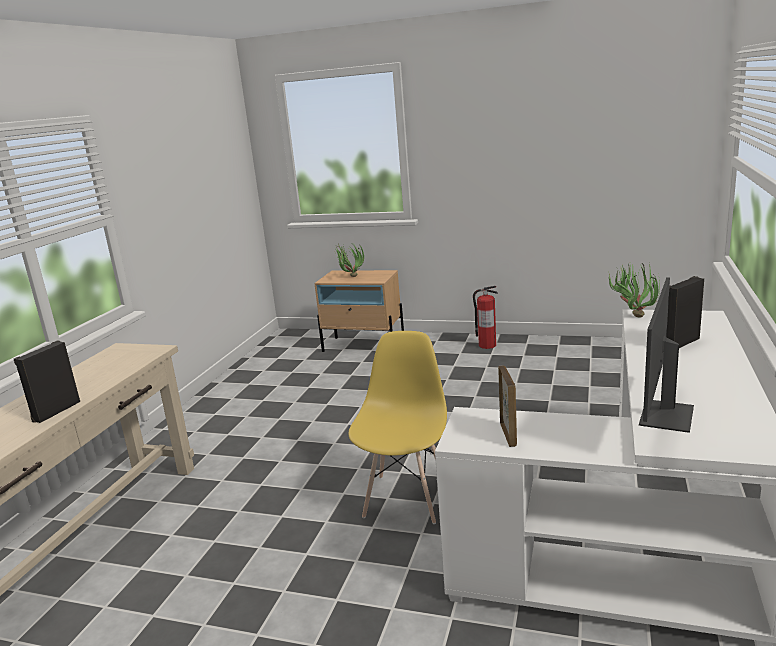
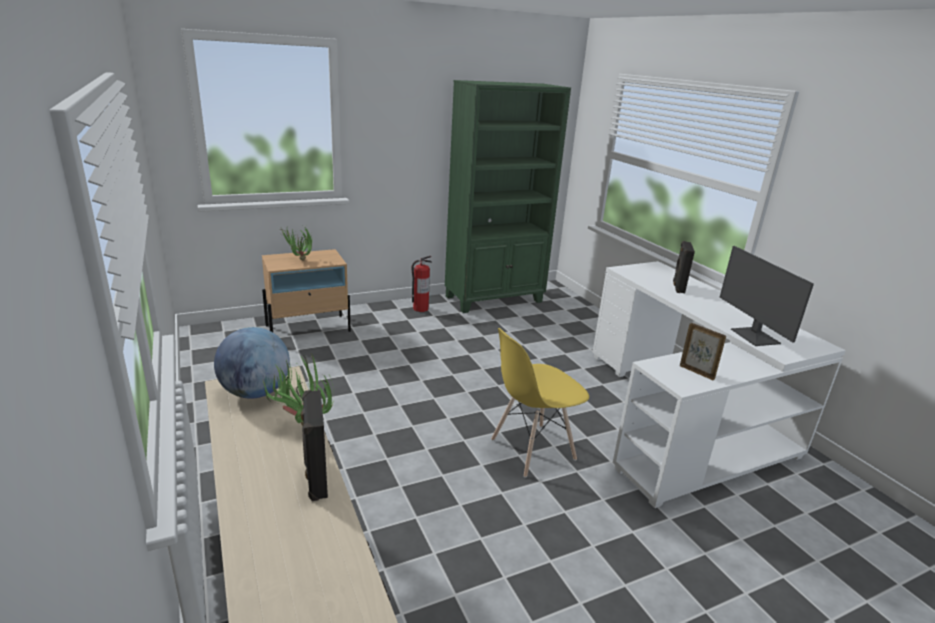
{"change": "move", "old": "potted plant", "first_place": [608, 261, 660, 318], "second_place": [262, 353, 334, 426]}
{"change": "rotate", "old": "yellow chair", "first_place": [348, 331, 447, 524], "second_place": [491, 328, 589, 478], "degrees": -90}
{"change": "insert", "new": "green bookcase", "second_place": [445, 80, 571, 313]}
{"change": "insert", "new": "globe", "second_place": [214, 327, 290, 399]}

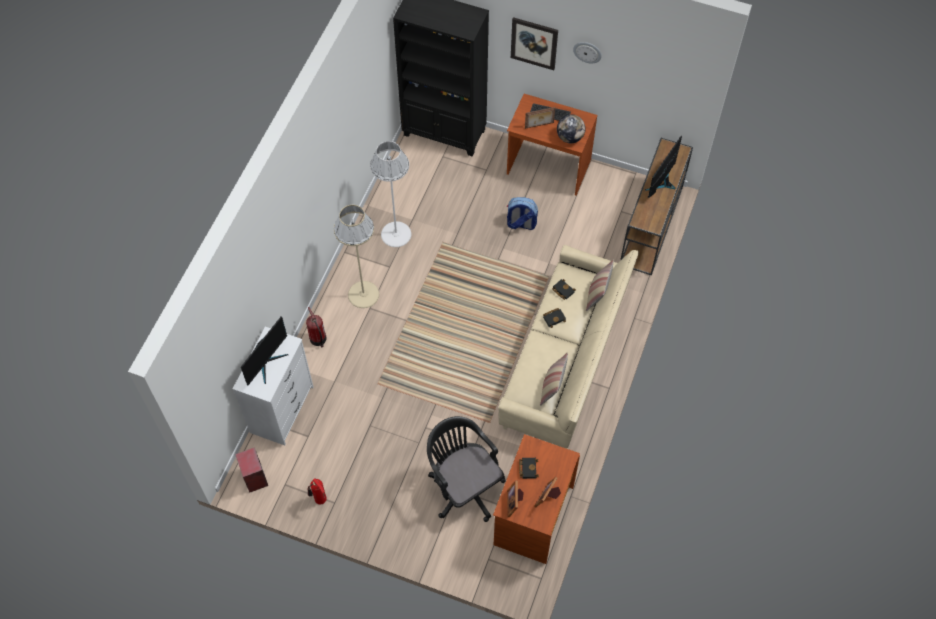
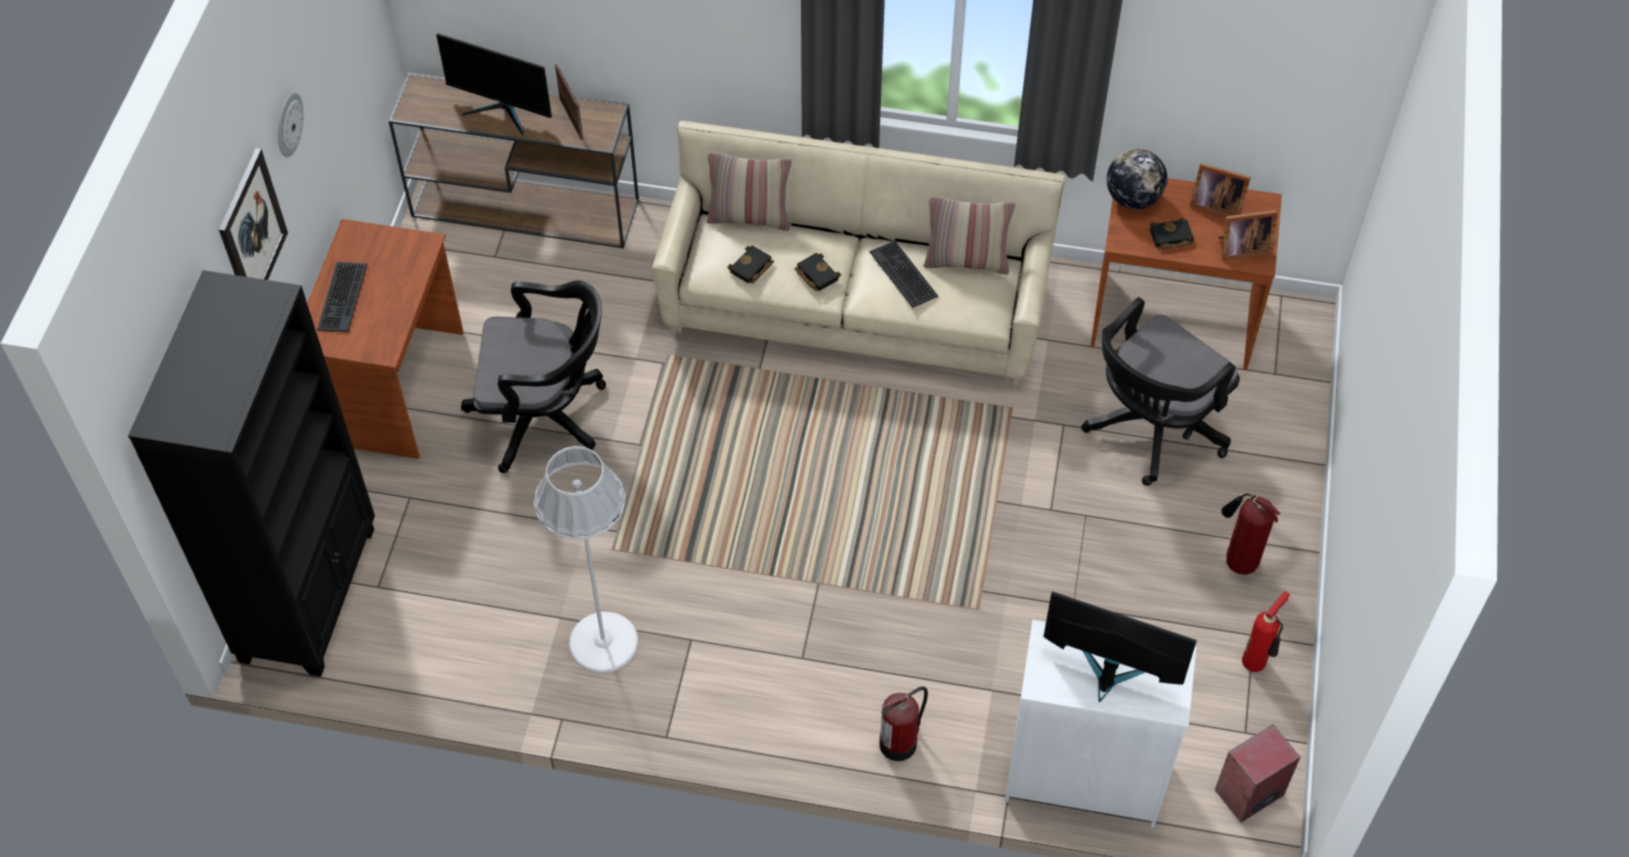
{"change": "move", "old": "picture frame", "first_place": [525, 107, 555, 129], "second_place": [555, 64, 583, 141]}
{"change": "move", "old": "globe", "first_place": [557, 114, 585, 143], "second_place": [1107, 149, 1167, 209]}
{"change": "replace", "old": "backpack", "new": "black office chair", "first_place": [507, 197, 538, 230], "second_place": [461, 281, 606, 473]}
{"change": "delete", "old": "beige floor lamp", "first_place": [334, 205, 379, 308]}
{"change": "insert", "new": "keyboard", "second_place": [870, 241, 938, 308]}
{"change": "insert", "new": "fire extinguisher", "second_place": [1221, 494, 1280, 575]}

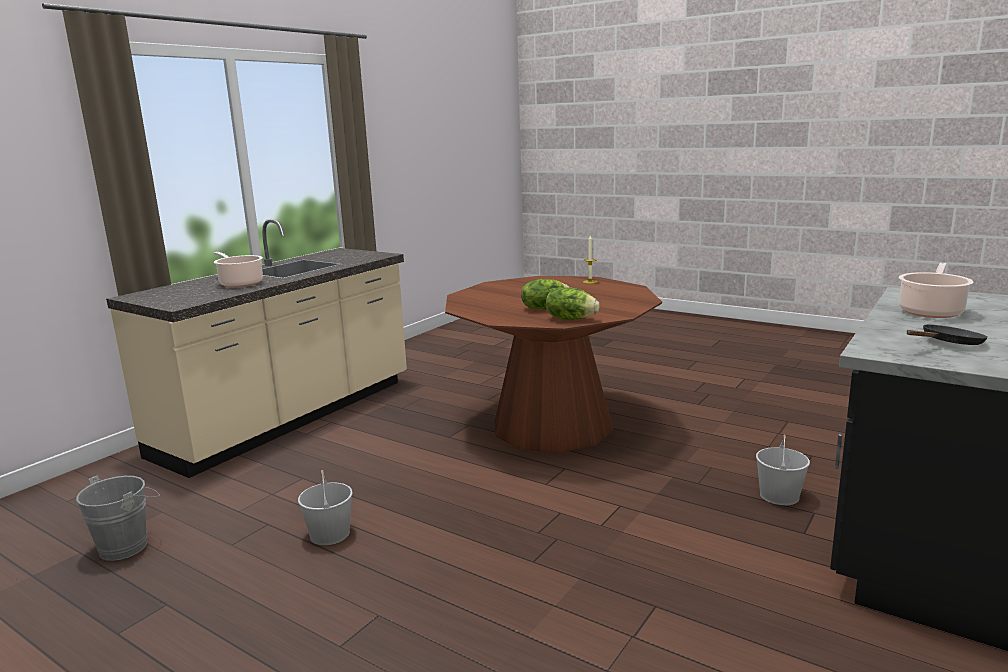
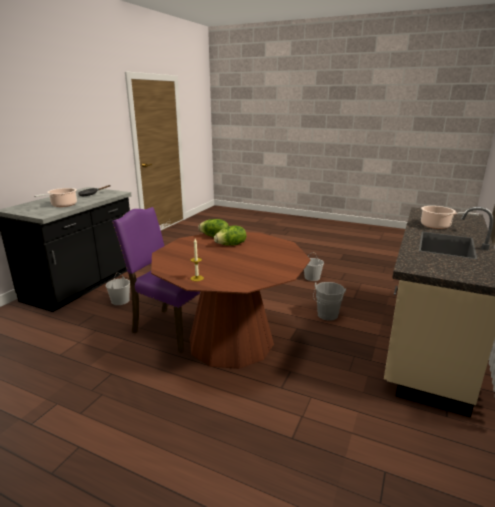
{"change": "move", "old": "grey bucket", "first_place": [76, 475, 160, 561], "second_place": [313, 282, 346, 321]}
{"change": "insert", "new": "purple chair", "second_place": [112, 207, 200, 353]}

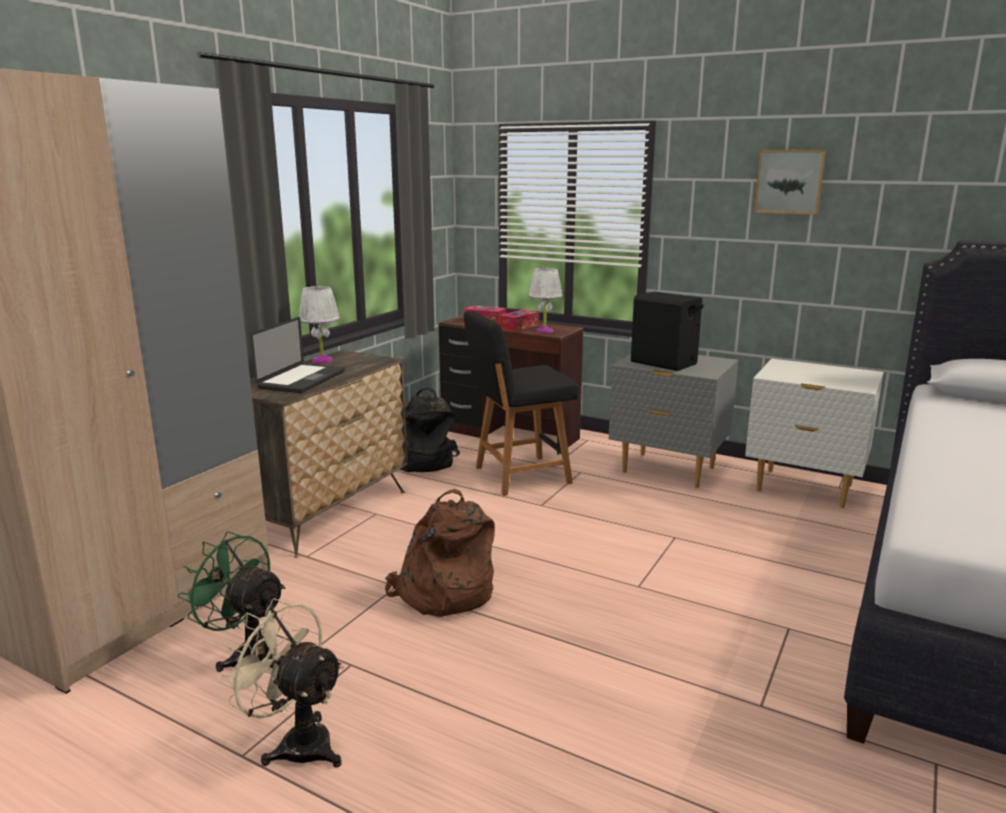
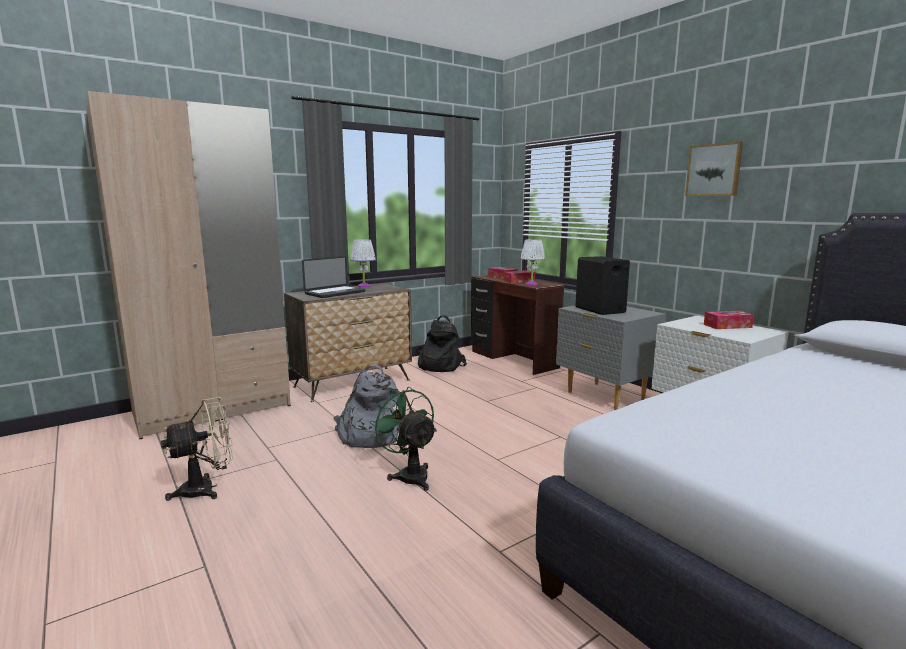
{"change": "delete", "old": "black chair", "first_place": [464, 311, 578, 496]}
{"change": "recolor", "old": "brown backpack", "new": "grey backpack", "first_place": [385, 489, 495, 617], "second_place": [333, 364, 400, 448]}
{"change": "move", "old": "green fan", "first_place": [178, 531, 285, 672], "second_place": [370, 387, 437, 491]}
{"change": "rotate", "old": "beige fan", "first_place": [217, 598, 344, 768], "second_place": [161, 397, 233, 501], "degrees": 90}
{"change": "insert", "new": "tissue box", "second_place": [704, 311, 754, 329]}

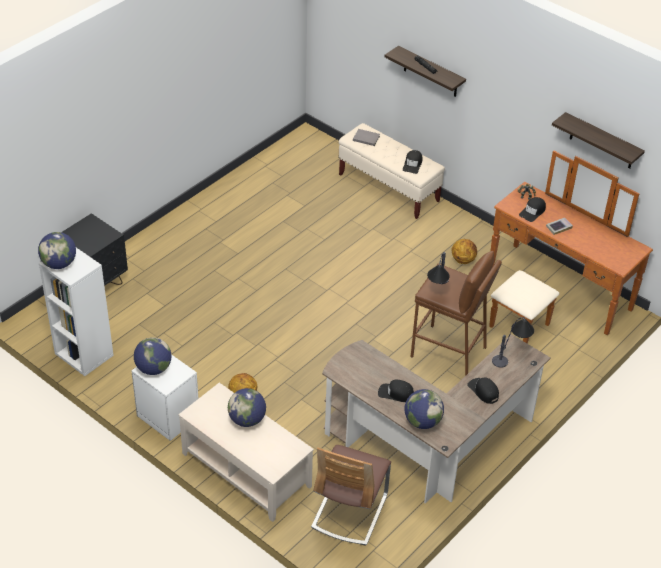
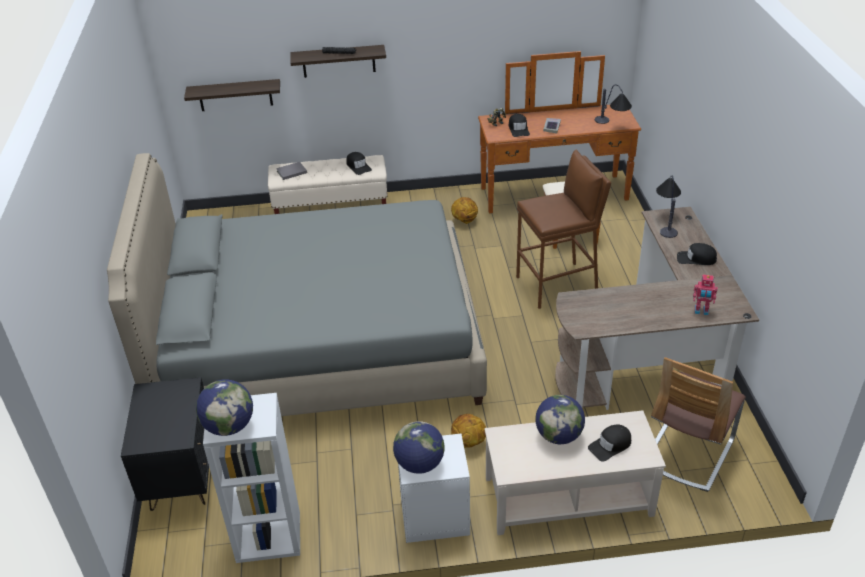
{"change": "move", "old": "shelf", "first_place": [552, 112, 645, 169], "second_place": [184, 79, 280, 111]}
{"change": "move", "old": "table lamp", "first_place": [427, 252, 450, 284], "second_place": [595, 84, 632, 124]}
{"change": "move", "old": "black cap", "first_place": [378, 380, 414, 402], "second_place": [588, 425, 631, 462]}
{"change": "replace", "old": "globe", "new": "toy robot", "first_place": [405, 389, 444, 429], "second_place": [693, 275, 718, 315]}
{"change": "rotate", "old": "chair", "first_place": [311, 445, 391, 545], "second_place": [651, 357, 746, 492], "degrees": 60}
{"change": "insert", "new": "grey bed", "second_place": [107, 153, 487, 416]}

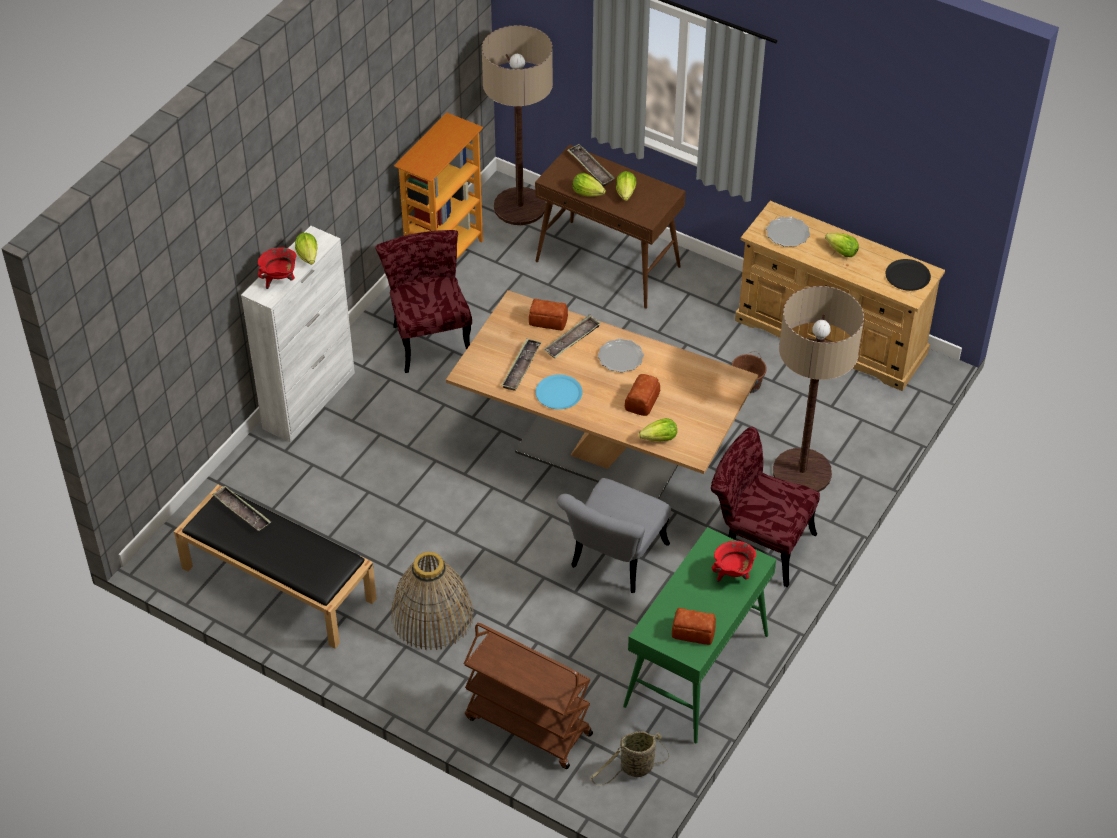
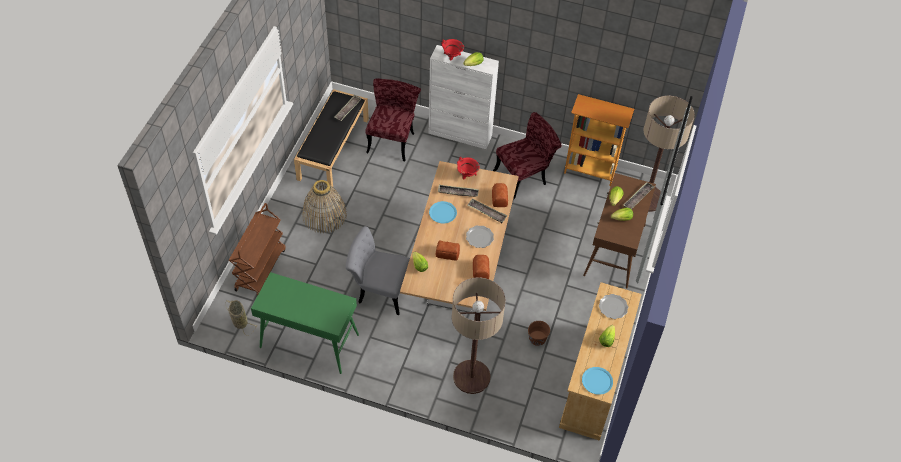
{"change": "recolor", "old": "black plate", "new": "blue plate", "first_place": [886, 259, 931, 291], "second_place": [582, 367, 613, 395]}
{"change": "move", "old": "red chair", "first_place": [711, 427, 820, 587], "second_place": [365, 79, 421, 161]}
{"change": "move", "old": "red cooking pot", "first_place": [712, 540, 756, 582], "second_place": [457, 157, 480, 179]}
{"change": "move", "old": "bread", "first_place": [672, 608, 716, 645], "second_place": [473, 255, 490, 279]}

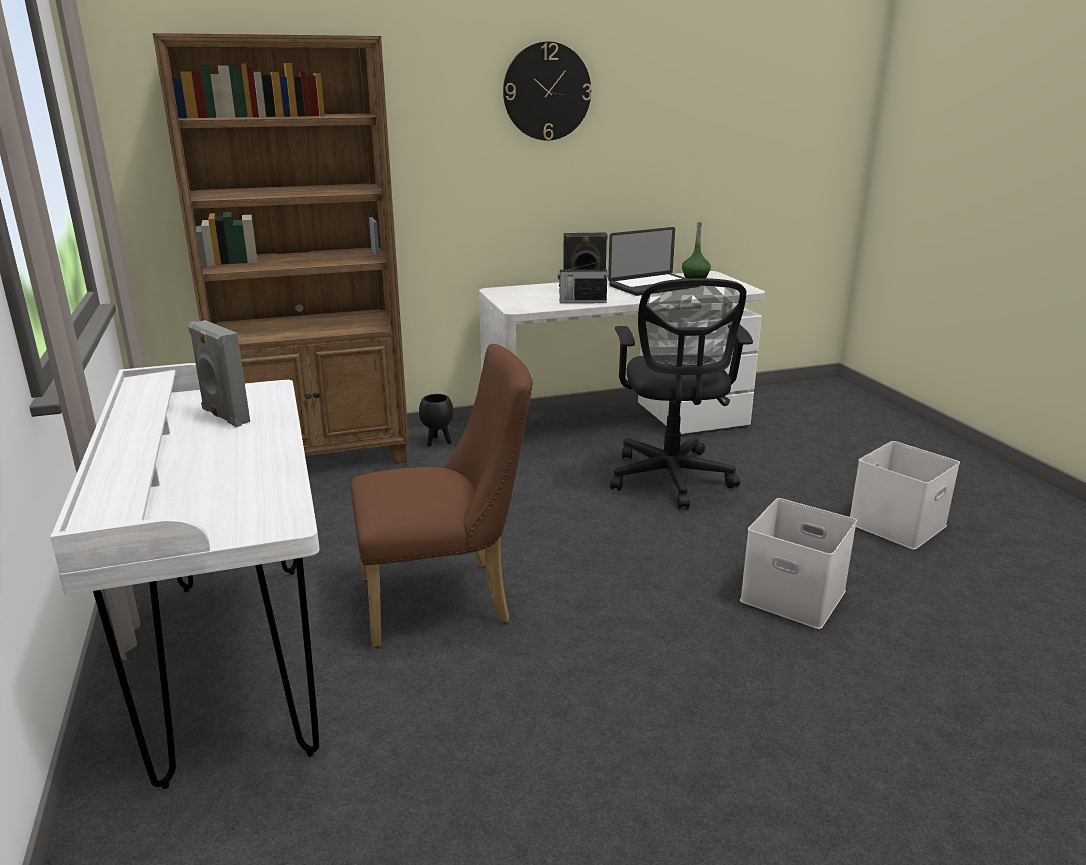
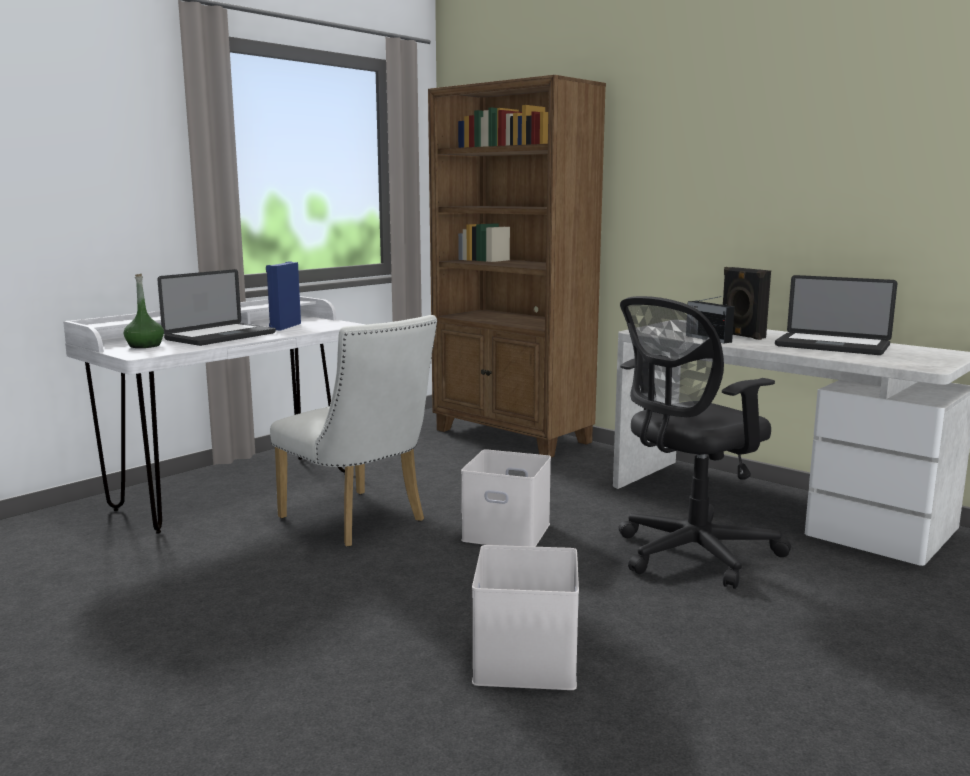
{"change": "delete", "old": "wall clock", "first_place": [503, 42, 592, 140]}
{"change": "move", "old": "green bottle", "first_place": [682, 221, 711, 278], "second_place": [124, 274, 164, 348]}
{"change": "recolor", "old": "grey speaker", "new": "blue speaker", "first_place": [188, 320, 250, 427], "second_place": [266, 262, 301, 330]}
{"change": "recolor", "old": "brown chair", "new": "white chair", "first_place": [351, 344, 533, 647], "second_place": [270, 315, 437, 547]}
{"change": "delete", "old": "black planter", "first_place": [419, 394, 454, 447]}
{"change": "move", "old": "white storage box", "first_place": [850, 441, 960, 550], "second_place": [461, 449, 551, 547]}
{"change": "insert", "new": "laptop", "second_place": [157, 269, 276, 346]}

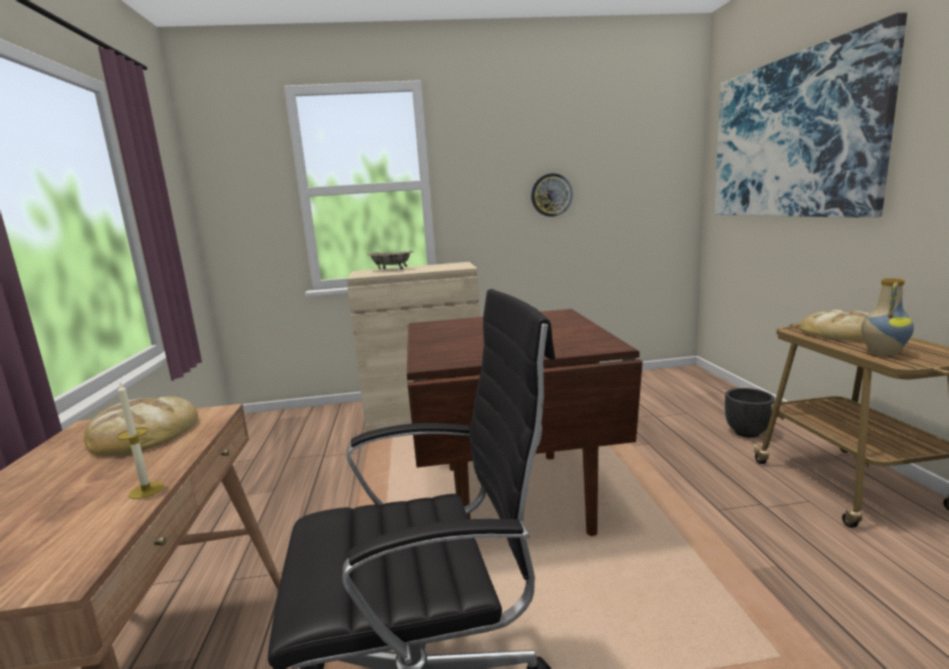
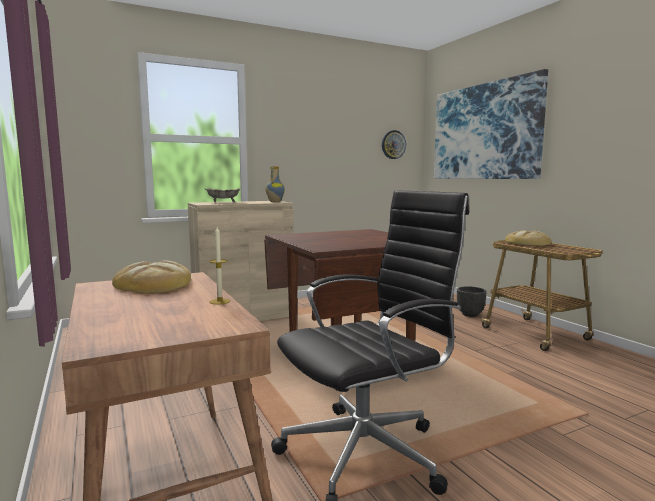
{"change": "move", "old": "wall clock", "first_place": [531, 173, 573, 217], "second_place": [382, 130, 406, 159]}
{"change": "move", "old": "vase", "first_place": [861, 278, 914, 356], "second_place": [265, 166, 285, 202]}

